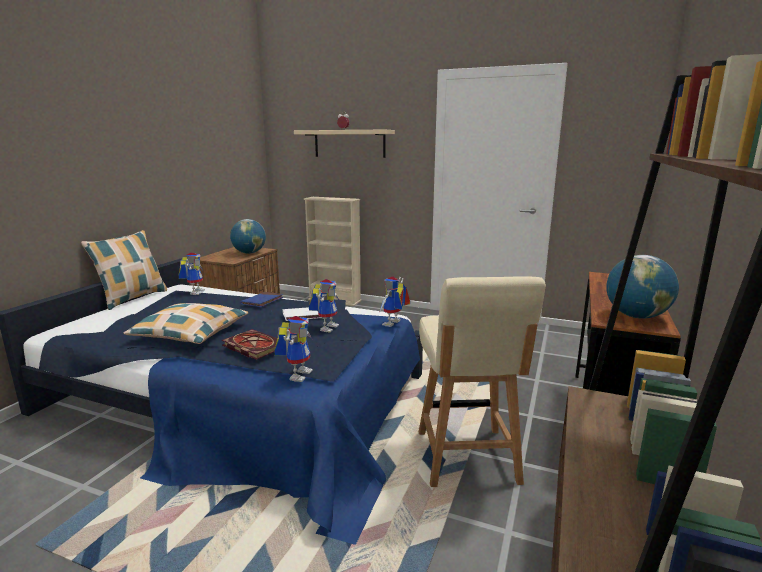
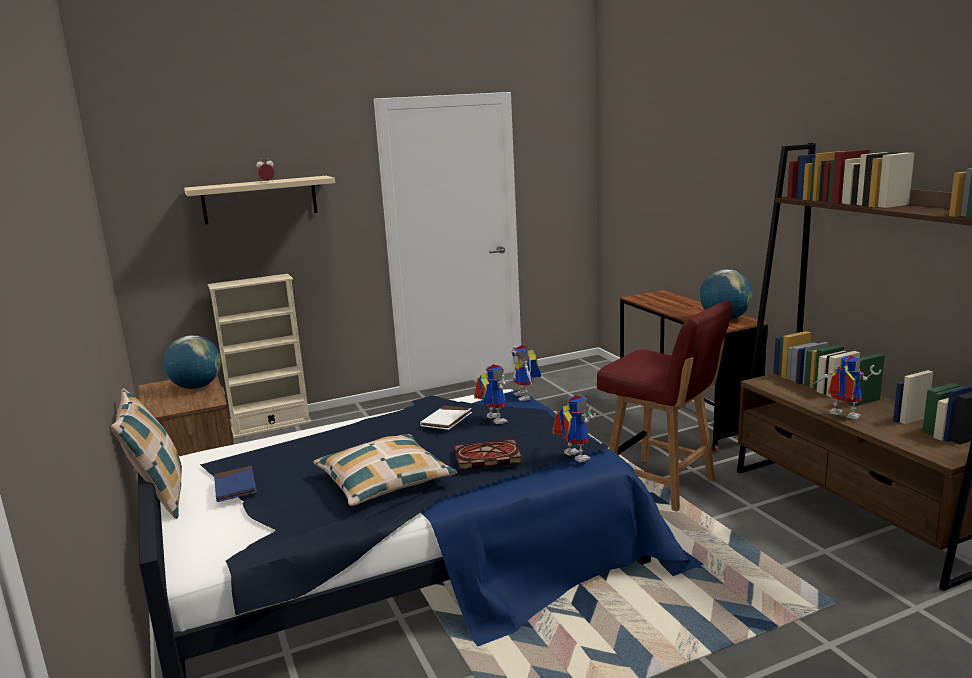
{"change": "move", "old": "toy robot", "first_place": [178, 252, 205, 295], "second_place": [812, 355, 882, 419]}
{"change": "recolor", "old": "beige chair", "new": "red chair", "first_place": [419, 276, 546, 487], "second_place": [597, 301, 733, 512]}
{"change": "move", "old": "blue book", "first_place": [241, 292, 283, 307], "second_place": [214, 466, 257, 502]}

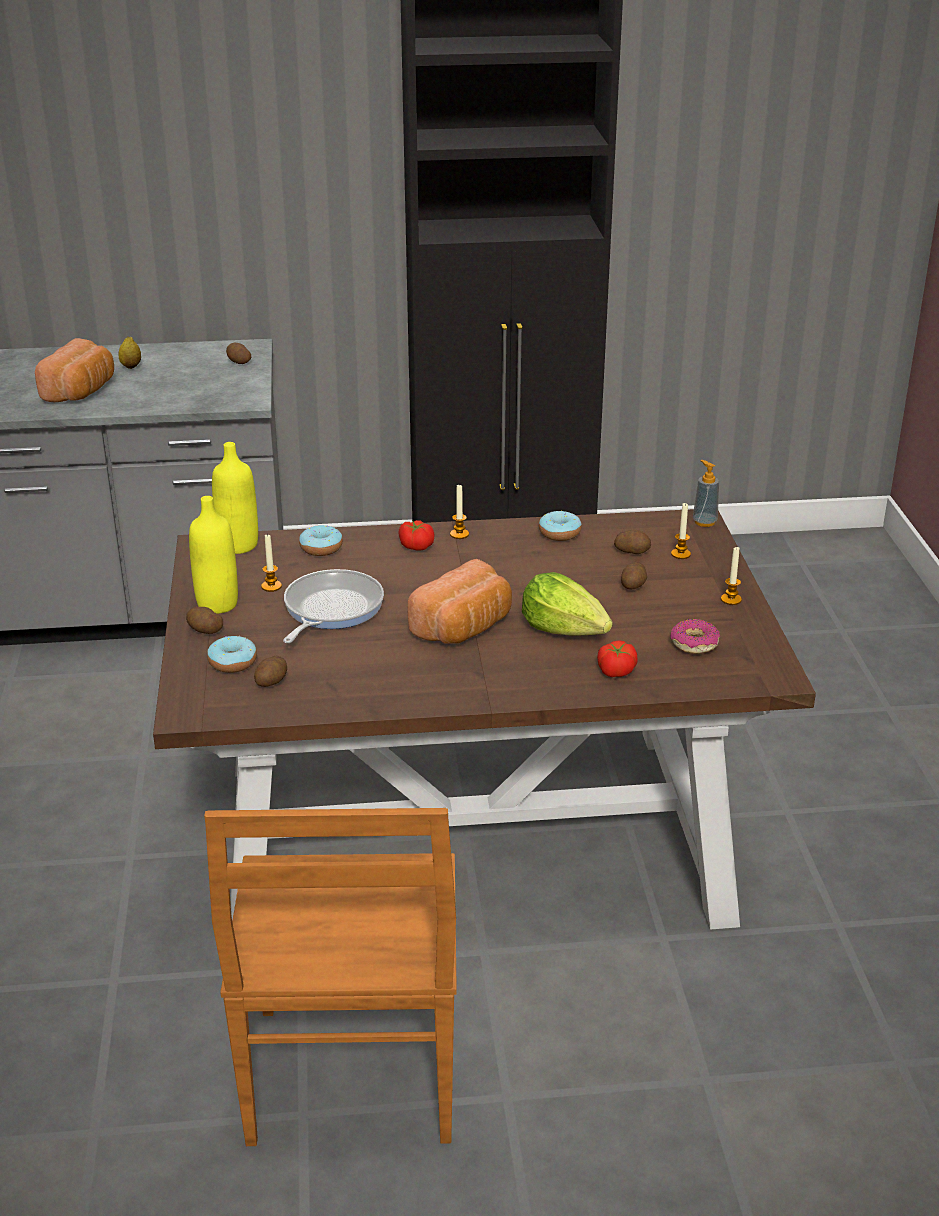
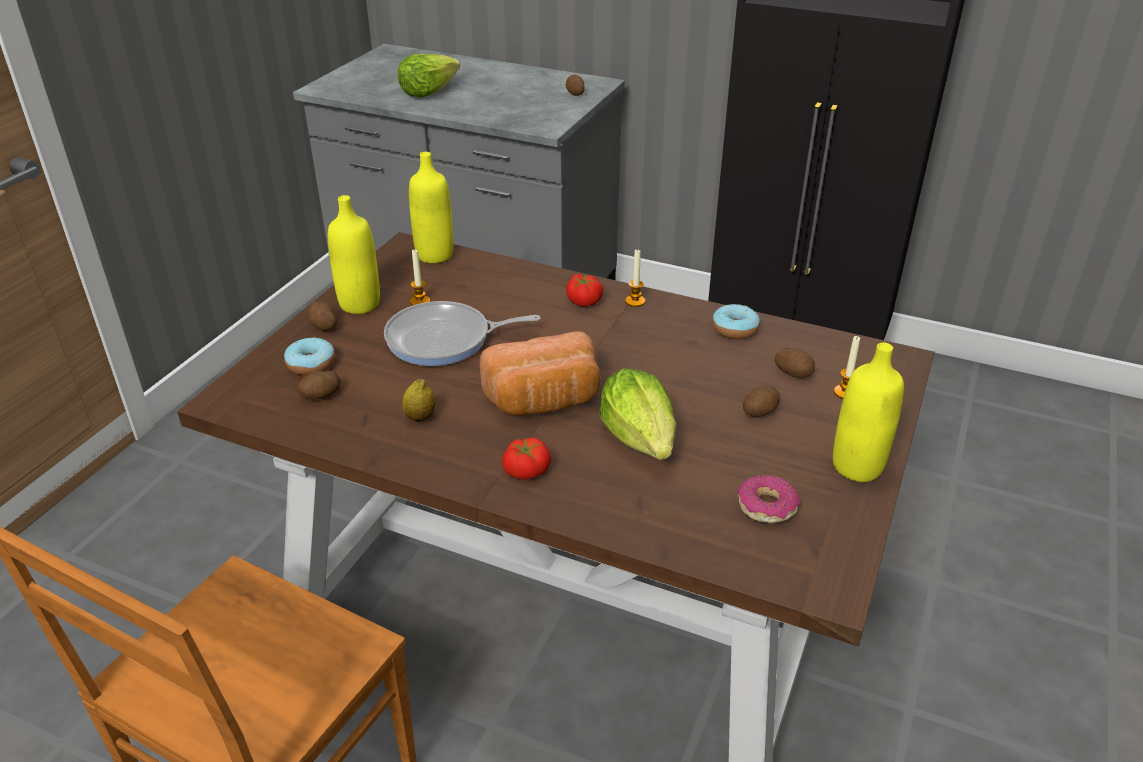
{"change": "move", "old": "lemon", "first_place": [119, 337, 141, 369], "second_place": [402, 379, 436, 422]}
{"change": "replace", "old": "bread", "new": "lettuce", "first_place": [35, 338, 114, 402], "second_place": [398, 54, 460, 97]}
{"change": "delete", "old": "soap dispenser", "first_place": [693, 460, 719, 527]}
{"change": "delete", "old": "donut", "first_place": [299, 525, 343, 556]}
{"change": "replace", "old": "candle", "new": "yellow bottle", "first_place": [721, 547, 742, 605], "second_place": [833, 342, 904, 482]}
{"change": "rotate", "old": "frying pan", "first_place": [283, 569, 384, 643], "second_place": [384, 301, 540, 366], "degrees": -150}
{"change": "move", "old": "tomato", "first_place": [597, 640, 638, 677], "second_place": [502, 437, 551, 480]}

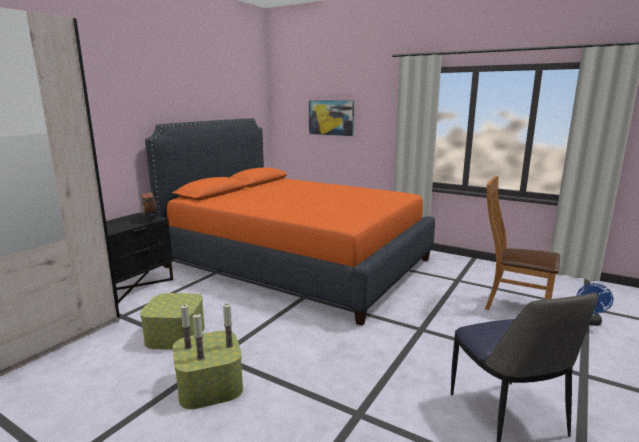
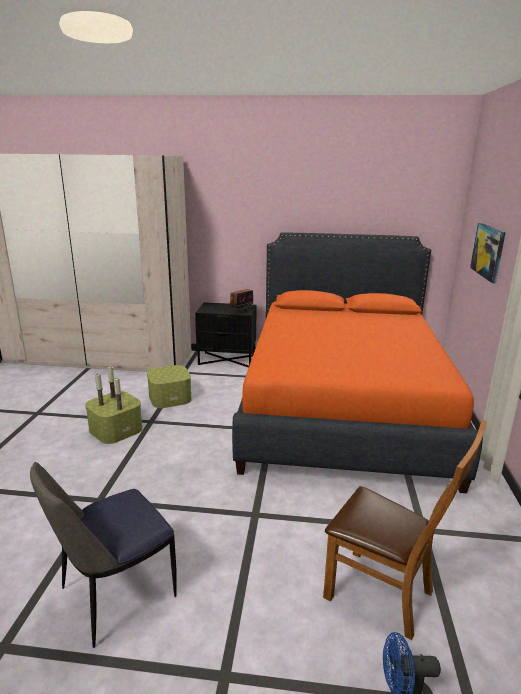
{"change": "rotate", "old": "brown chair", "first_place": [485, 176, 560, 310], "second_place": [323, 420, 487, 640], "degrees": 120}

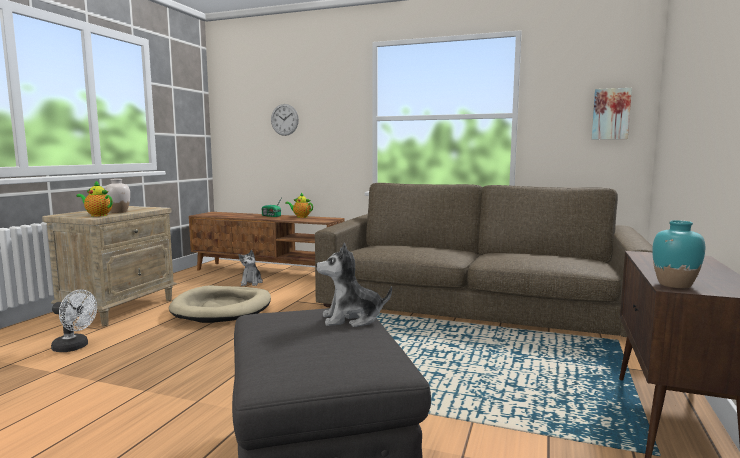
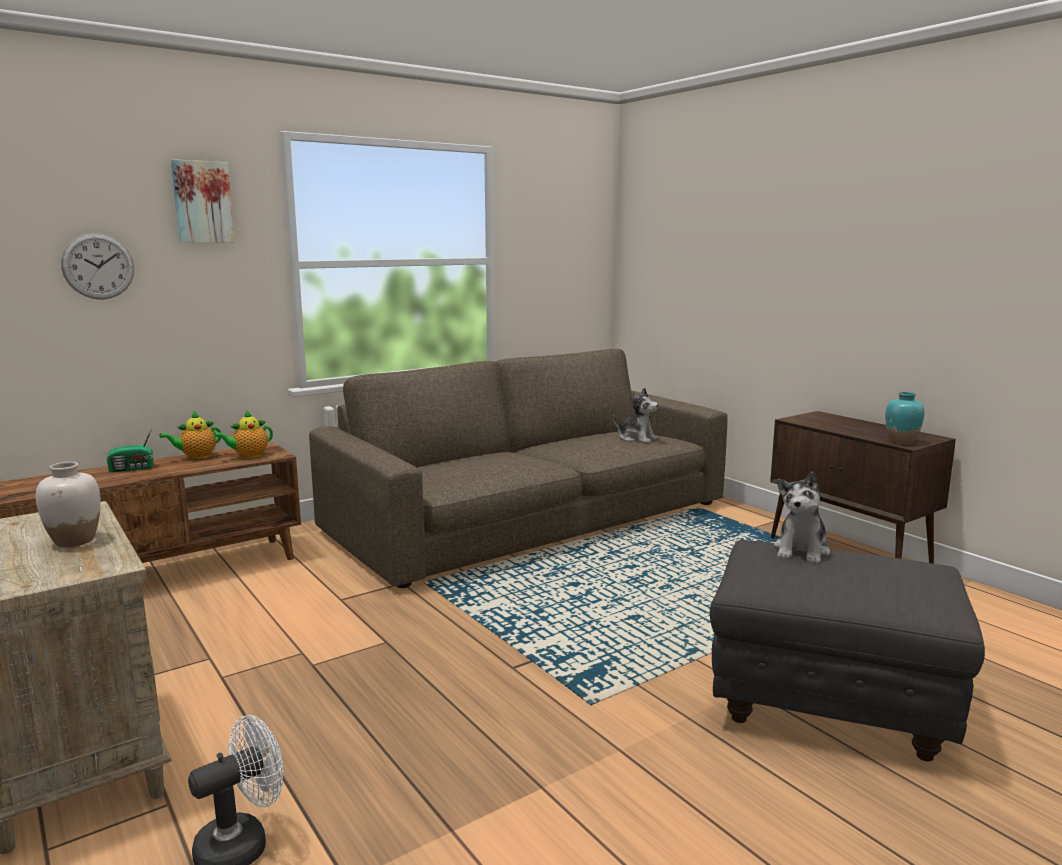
{"change": "move", "old": "picture", "first_place": [592, 88, 632, 139], "second_place": [171, 159, 235, 243]}
{"change": "move", "old": "teapot", "first_place": [76, 181, 113, 217], "second_place": [213, 410, 273, 458]}
{"change": "move", "old": "plush toy", "first_place": [238, 250, 263, 286], "second_place": [613, 387, 659, 443]}
{"change": "delete", "old": "beige dog bed", "first_place": [169, 286, 271, 323]}

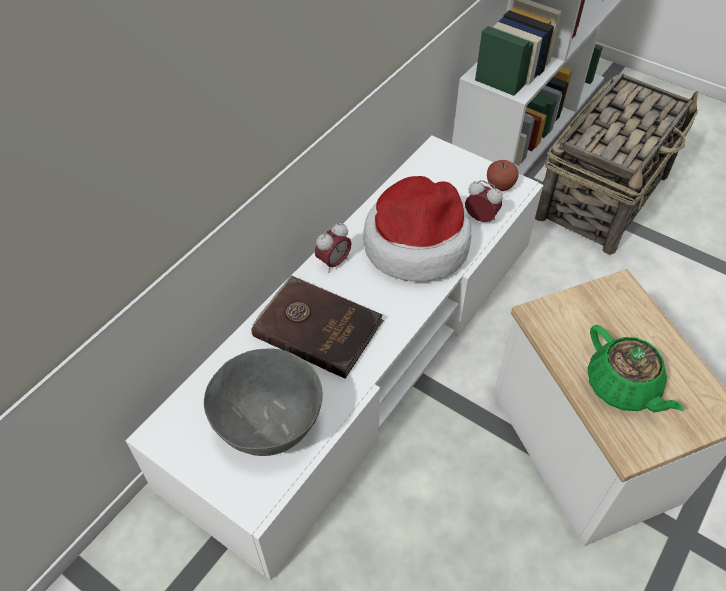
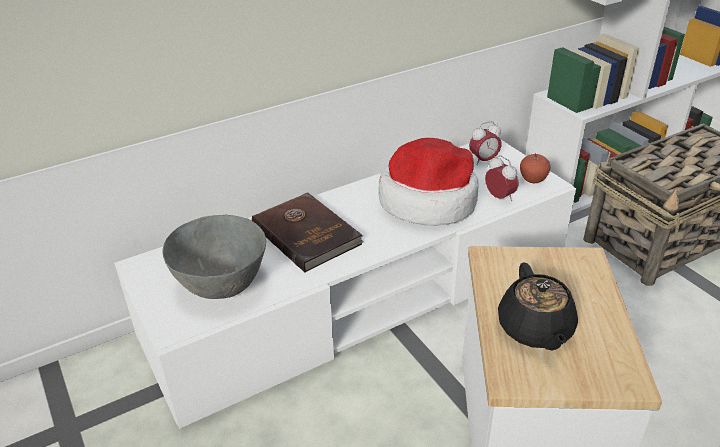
{"change": "move", "old": "alarm clock", "first_place": [315, 222, 352, 273], "second_place": [469, 121, 502, 165]}
{"change": "recolor", "old": "green teapot", "new": "black teapot", "first_place": [588, 325, 684, 413], "second_place": [498, 262, 578, 351]}

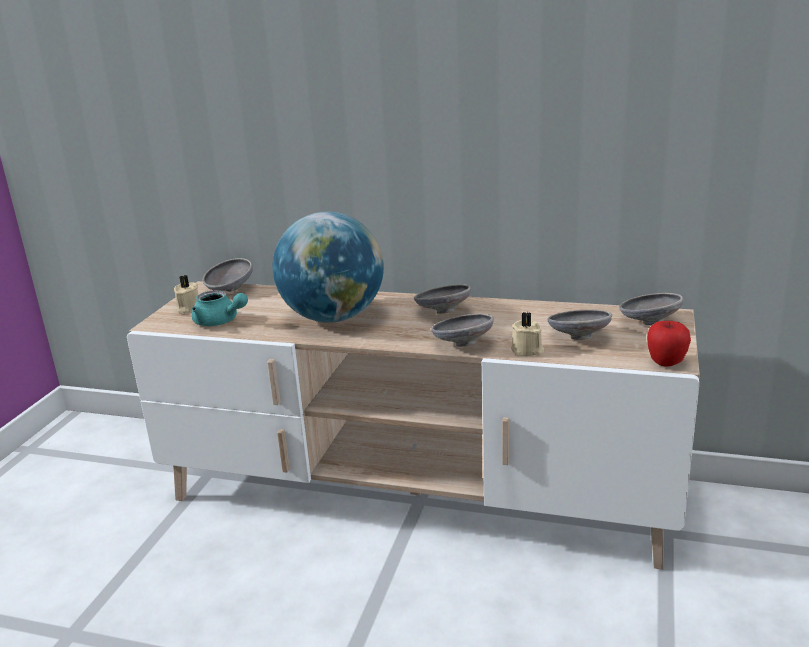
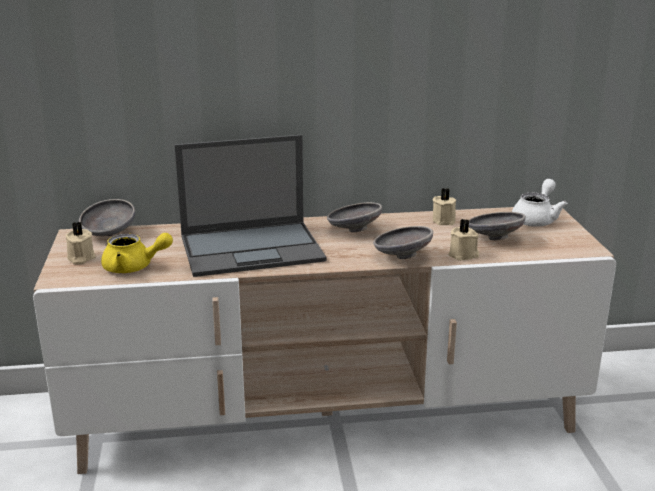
{"change": "replace", "old": "globe", "new": "laptop", "first_place": [272, 211, 384, 323], "second_place": [174, 135, 326, 277]}
{"change": "recolor", "old": "turquoise teapot", "new": "yellow teapot", "first_place": [192, 290, 248, 326], "second_place": [101, 233, 173, 273]}
{"change": "replace", "old": "grey bowl", "new": "white teapot", "first_place": [619, 293, 684, 325], "second_place": [512, 179, 567, 226]}
{"change": "delete", "old": "apple", "first_place": [647, 321, 691, 367]}
{"change": "insert", "new": "beige candle", "second_place": [432, 188, 456, 225]}

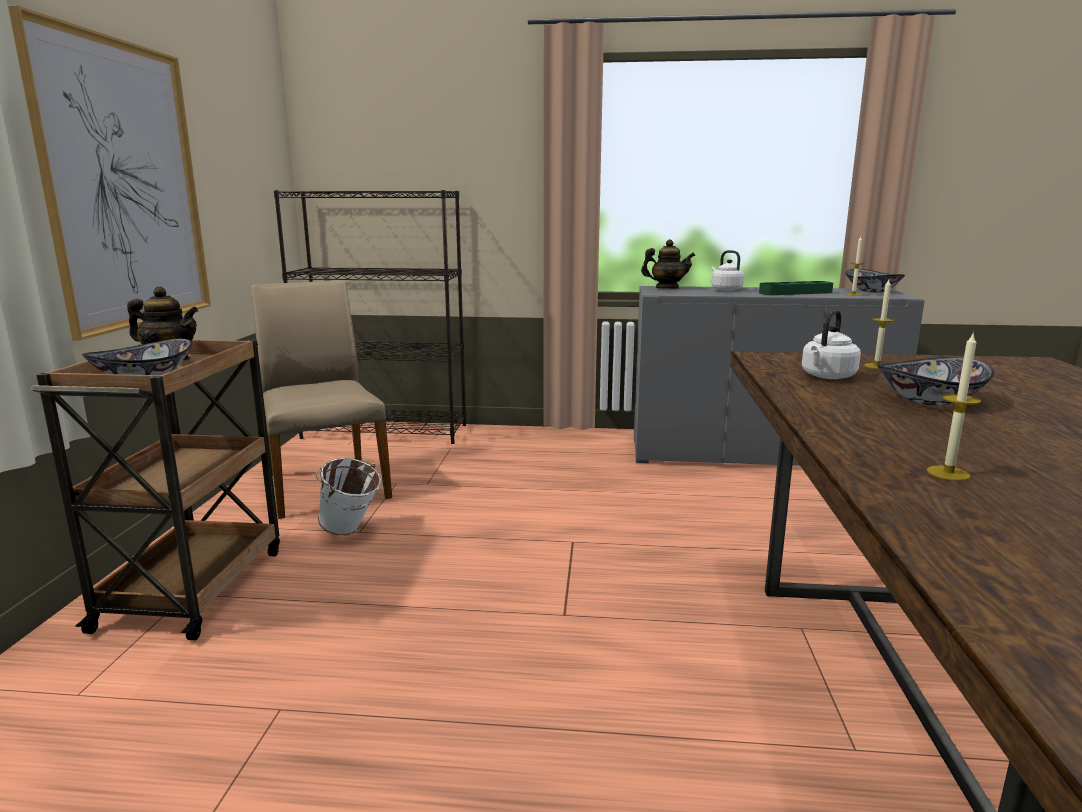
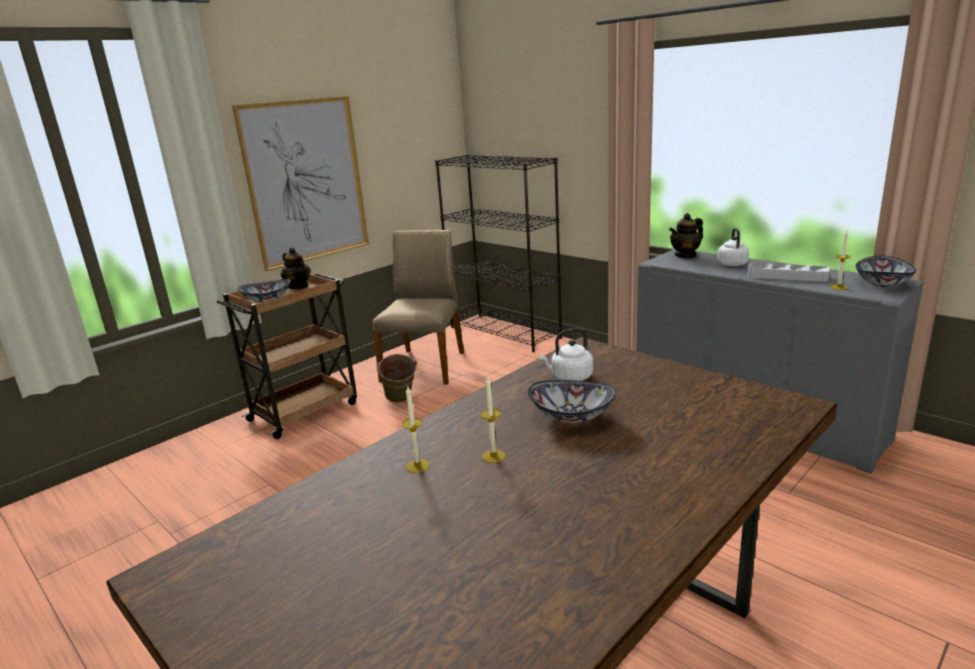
{"change": "rotate", "old": "teapot", "first_place": [641, 240, 695, 289], "second_place": [669, 213, 703, 259], "degrees": 105}
{"change": "move", "old": "candle", "first_place": [864, 280, 894, 369], "second_place": [480, 377, 505, 463]}
{"change": "recolor", "old": "green tray", "new": "grey tray", "first_place": [759, 281, 833, 295], "second_place": [748, 263, 830, 282]}
{"change": "recolor", "old": "white bucket", "new": "green bucket", "first_place": [316, 458, 382, 536], "second_place": [376, 354, 417, 403]}

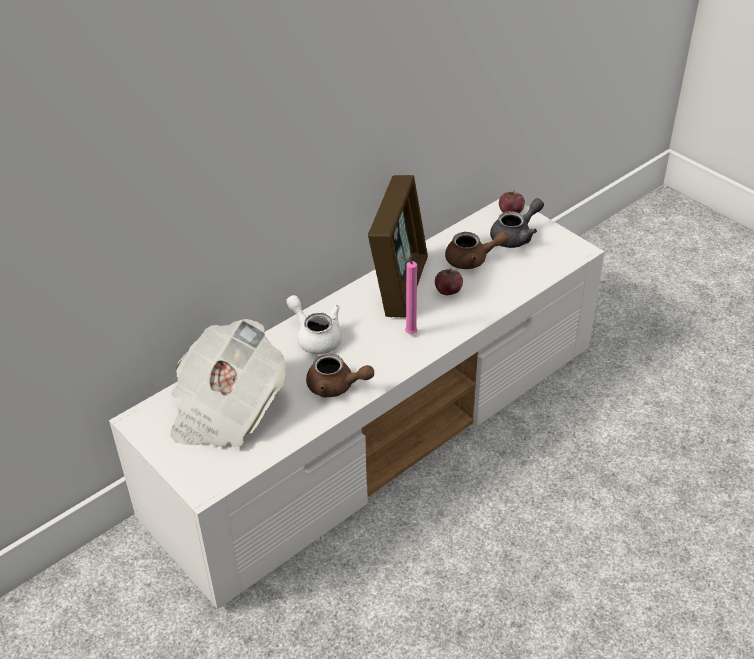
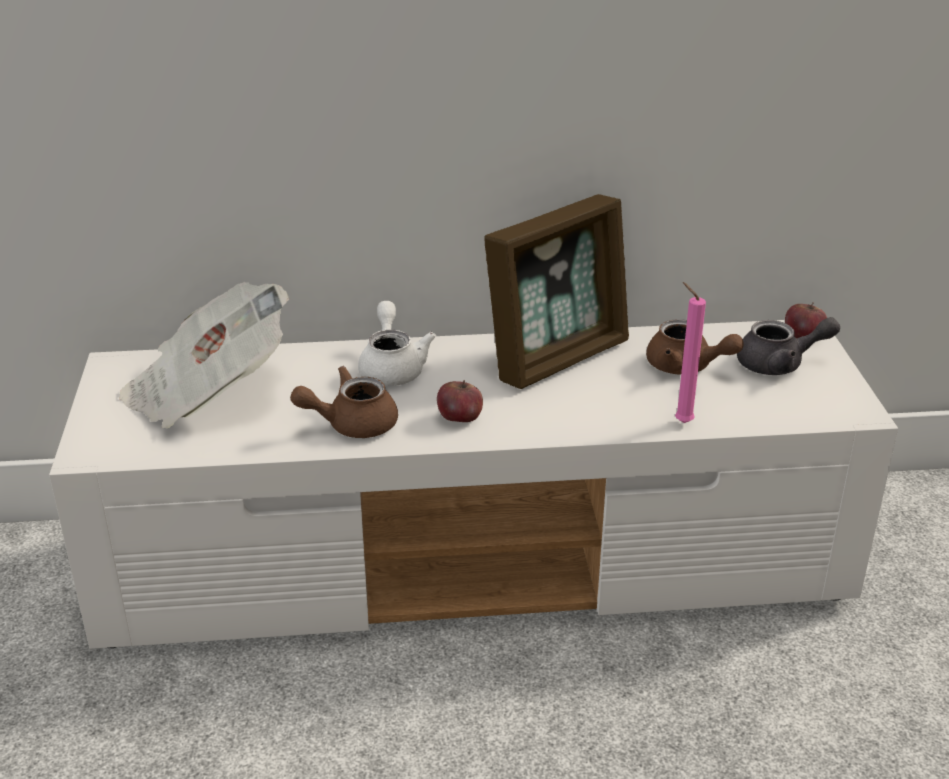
{"change": "move", "old": "pink candle", "first_place": [401, 257, 417, 334], "second_place": [675, 282, 706, 423]}
{"change": "move", "old": "apple", "first_place": [435, 269, 463, 295], "second_place": [437, 380, 483, 422]}
{"change": "rotate", "old": "brown teapot", "first_place": [306, 353, 374, 398], "second_place": [290, 366, 398, 438], "degrees": 105}

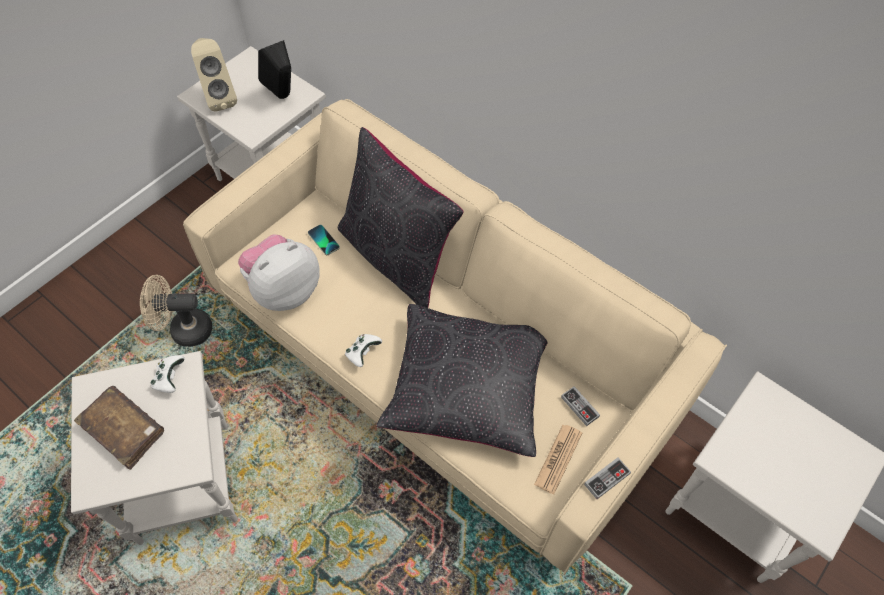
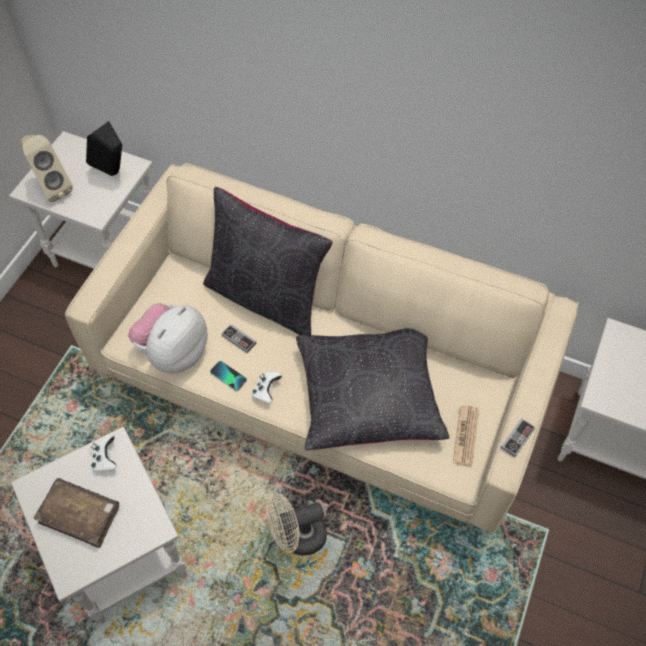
{"change": "move", "old": "phone", "first_place": [308, 225, 340, 255], "second_place": [210, 361, 247, 391]}
{"change": "move", "old": "beige fan", "first_place": [140, 275, 212, 347], "second_place": [267, 493, 327, 556]}
{"change": "move", "old": "game controller", "first_place": [561, 386, 600, 426], "second_place": [221, 324, 257, 353]}

